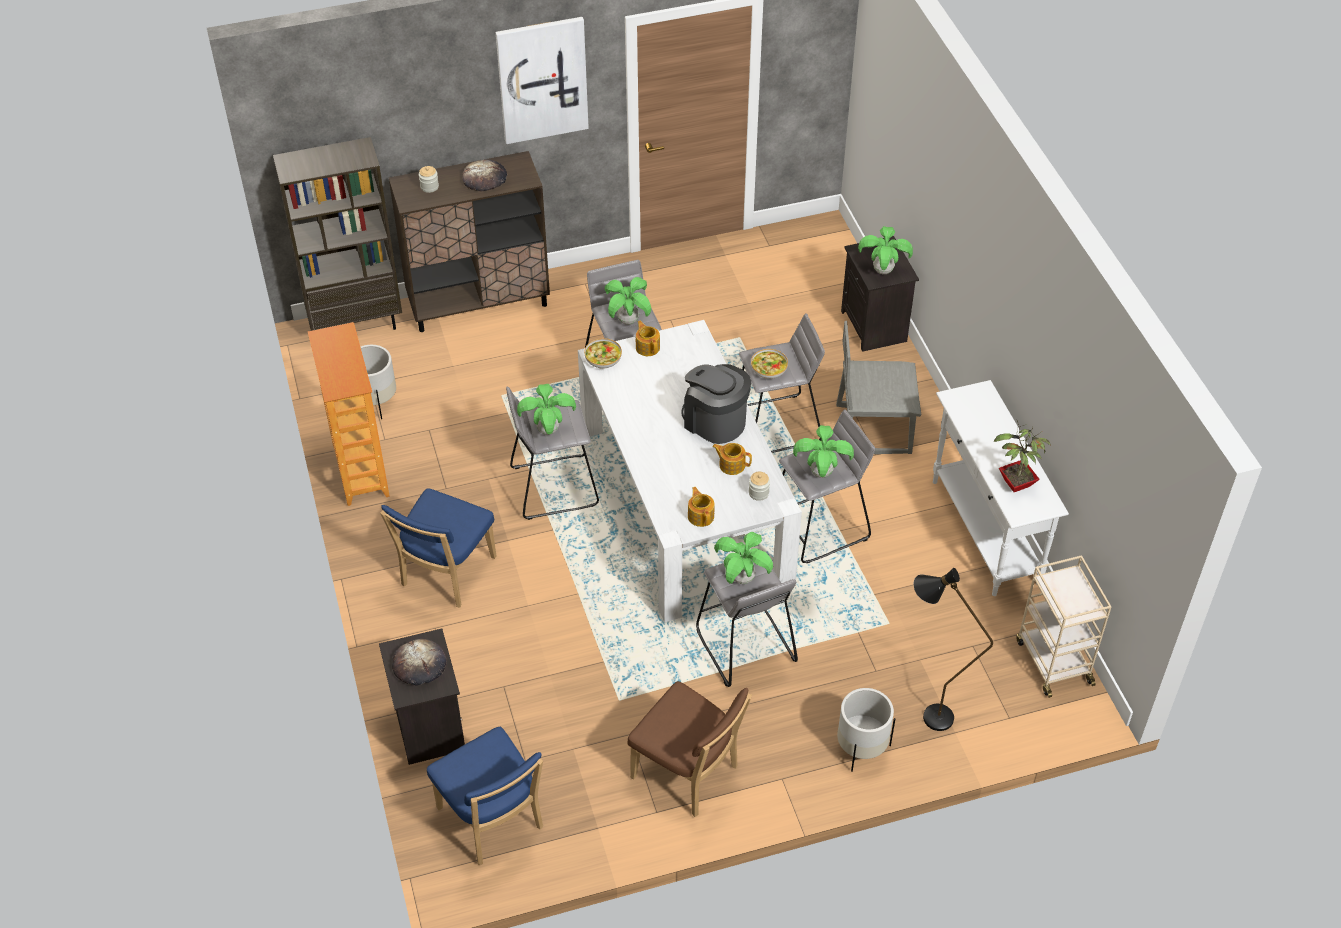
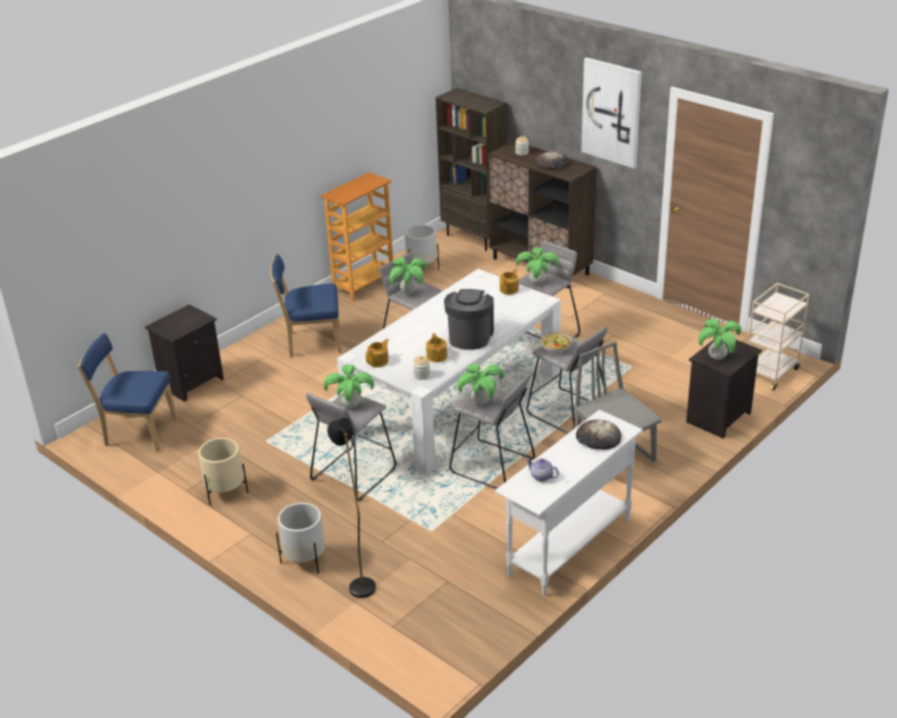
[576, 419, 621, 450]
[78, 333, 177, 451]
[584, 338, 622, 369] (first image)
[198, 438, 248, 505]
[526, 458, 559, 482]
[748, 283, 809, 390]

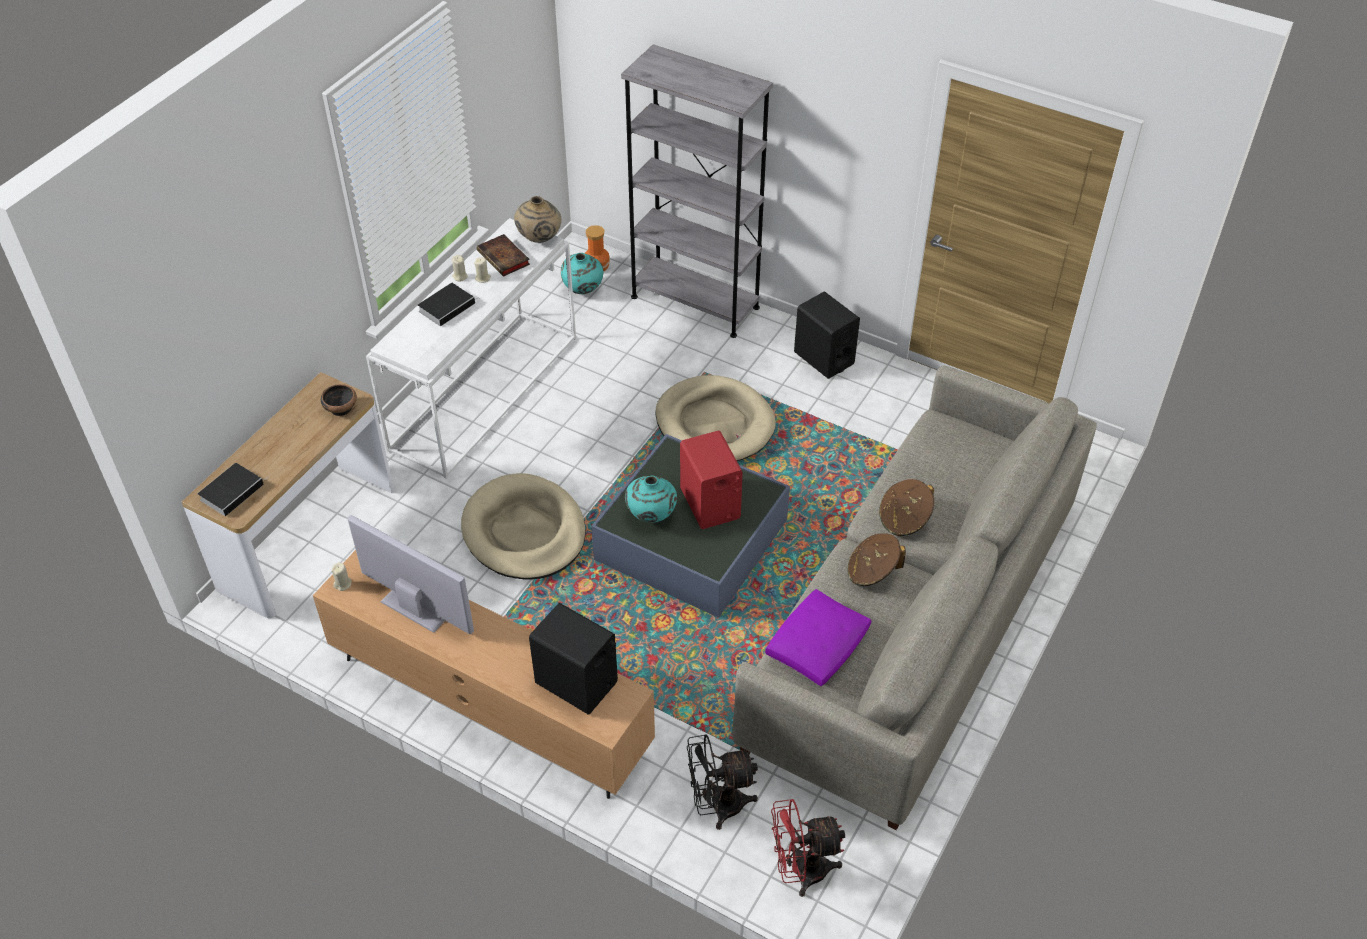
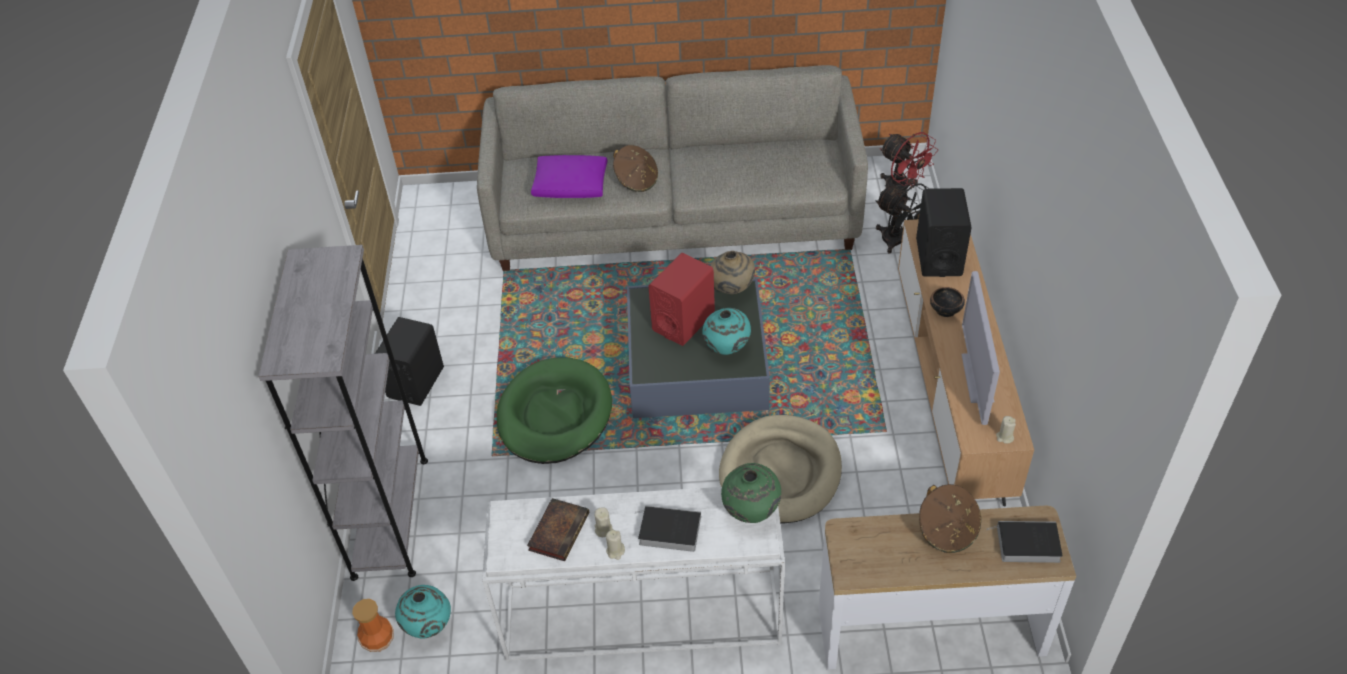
[930, 287, 965, 317]
[711, 251, 755, 294]
[496, 357, 612, 464]
[531, 155, 608, 198]
[919, 484, 981, 553]
[721, 463, 781, 523]

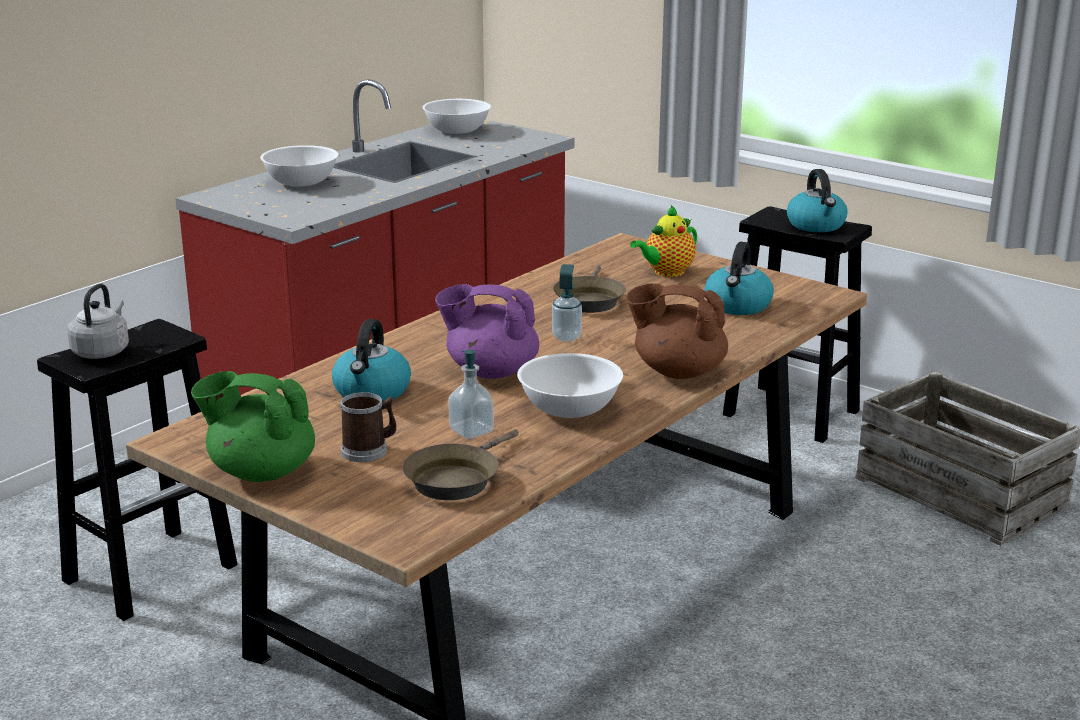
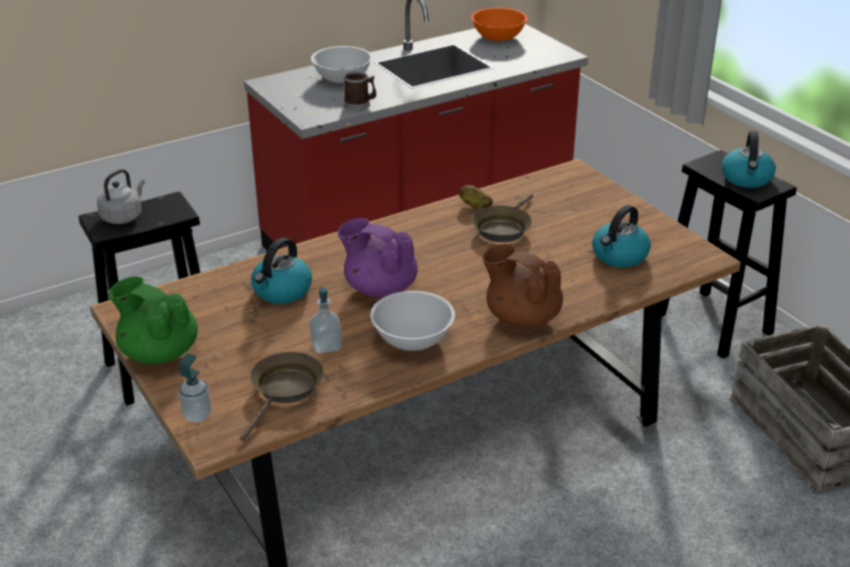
[344, 71, 376, 111]
[240, 352, 323, 441]
[471, 8, 528, 41]
[179, 353, 211, 422]
[630, 205, 697, 277] (first image)
[459, 185, 493, 209]

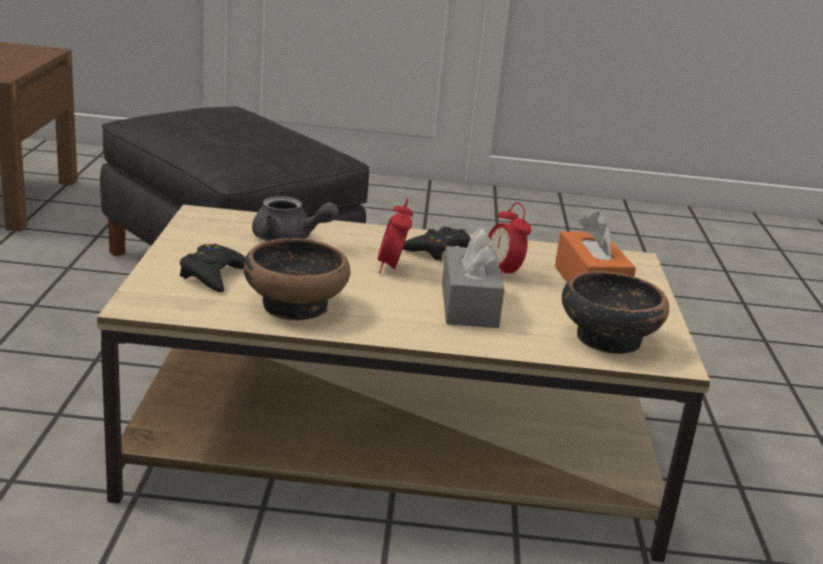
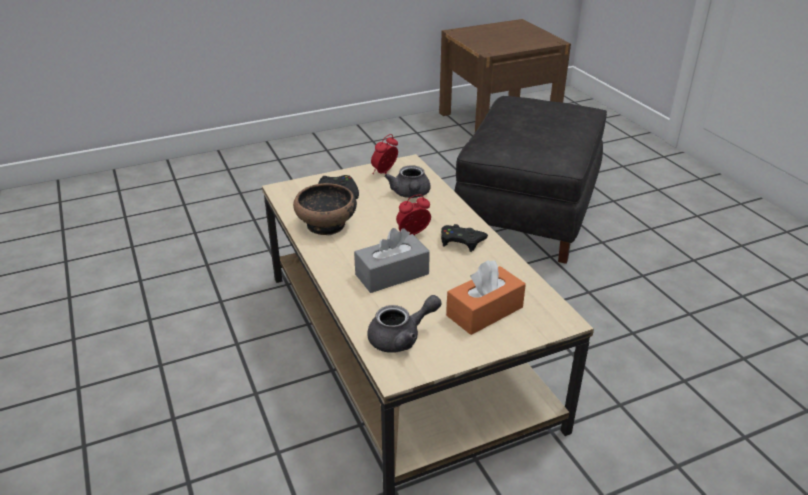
[371, 134, 398, 174]
[367, 295, 441, 353]

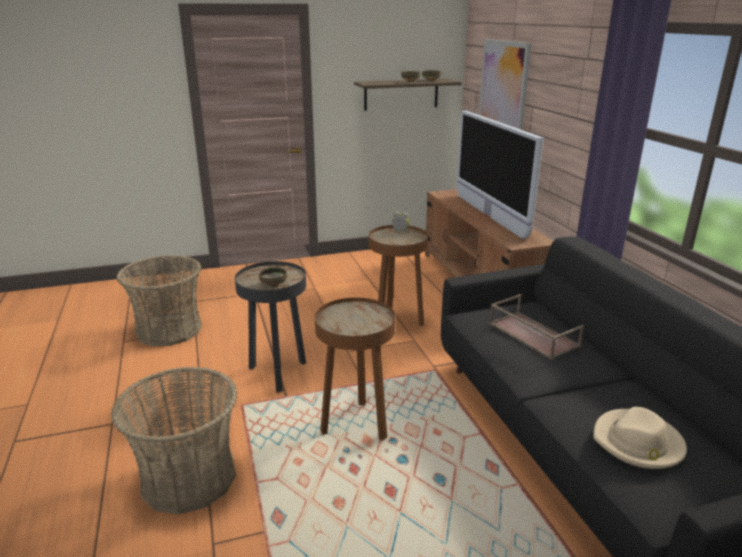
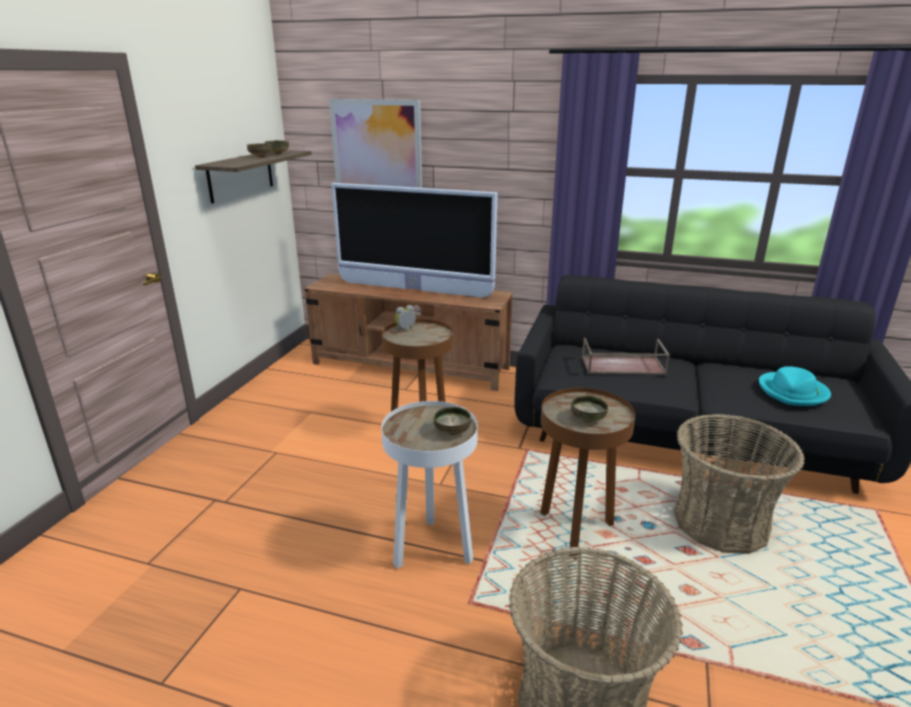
[673, 414, 805, 554]
[381, 401, 478, 569]
[759, 366, 831, 406]
[571, 395, 608, 423]

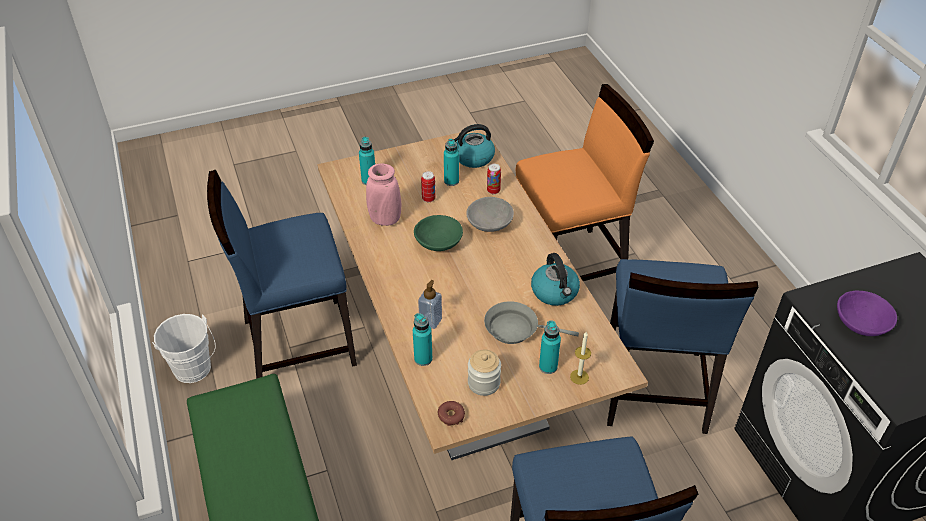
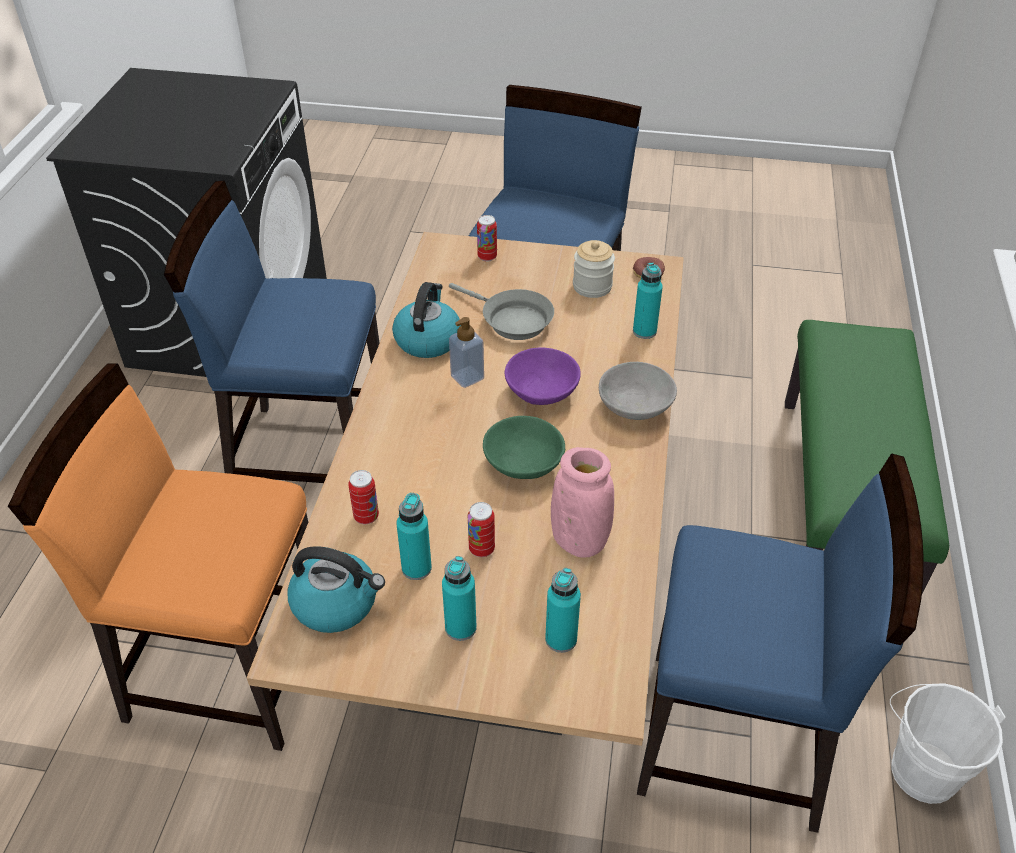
[449, 317, 484, 388]
[599, 362, 677, 420]
[442, 556, 477, 641]
[477, 215, 497, 262]
[164, 181, 379, 483]
[505, 348, 581, 405]

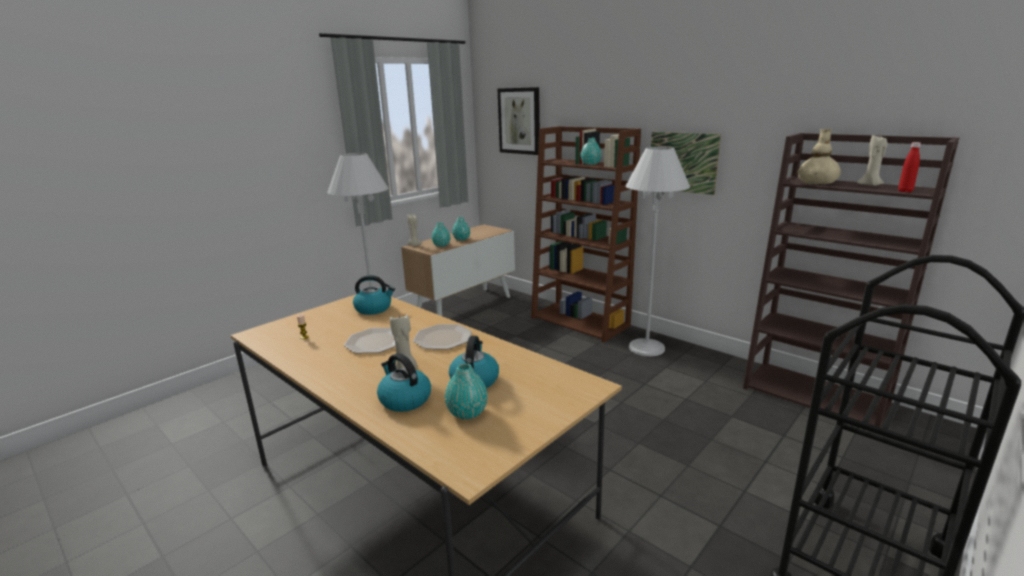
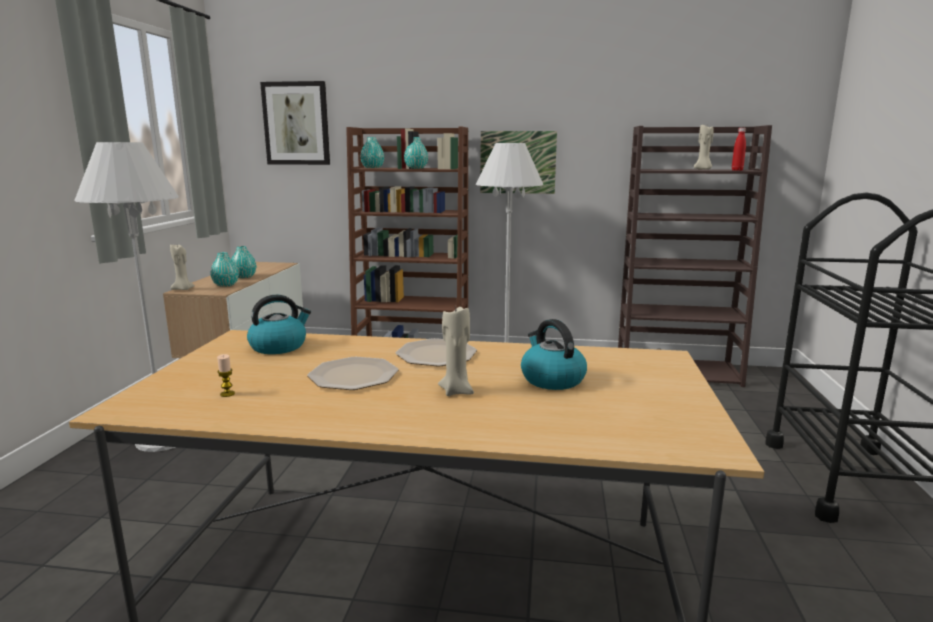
[377, 353, 431, 412] (first image)
[360, 137, 384, 168]
[797, 129, 841, 185] (first image)

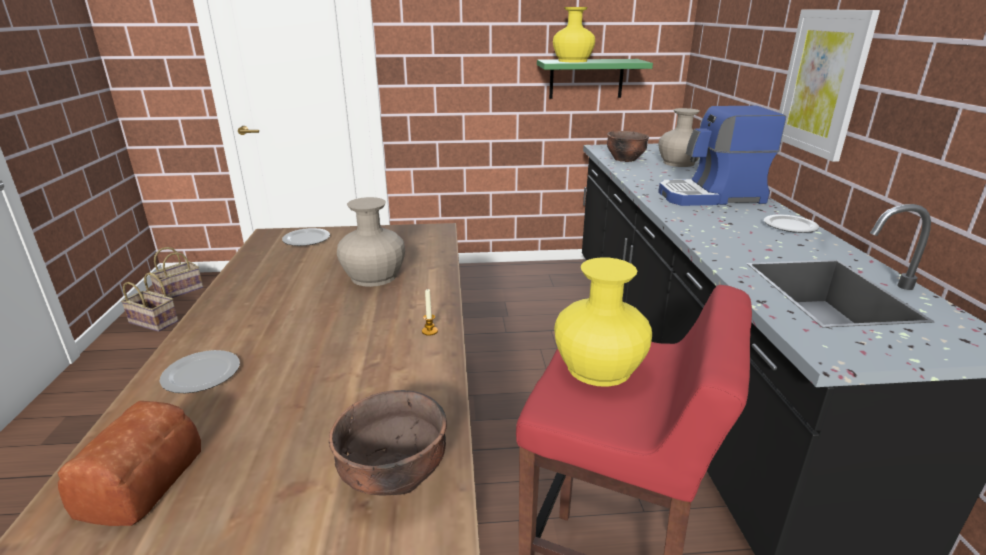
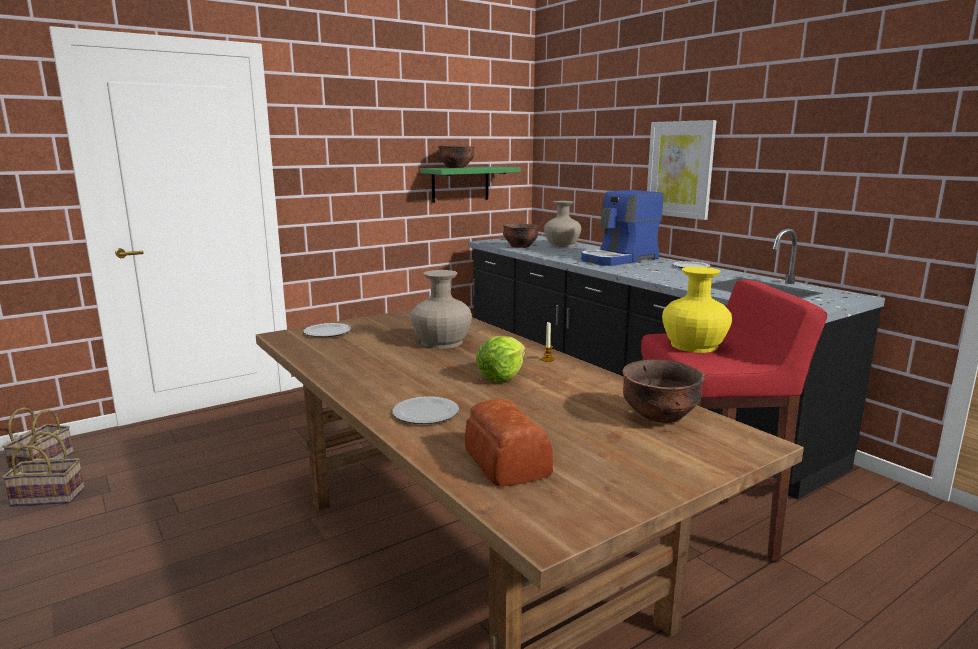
[438, 145, 474, 168]
[476, 336, 525, 382]

